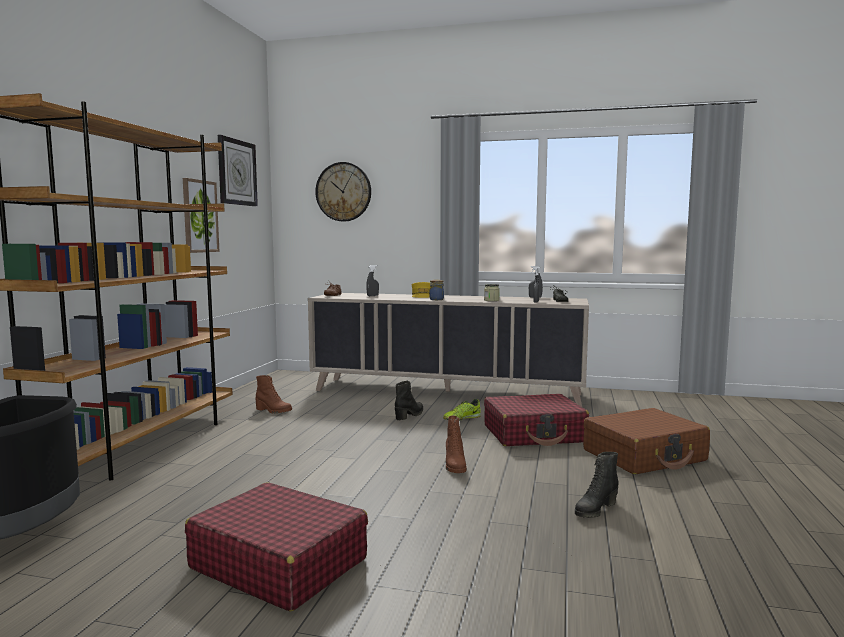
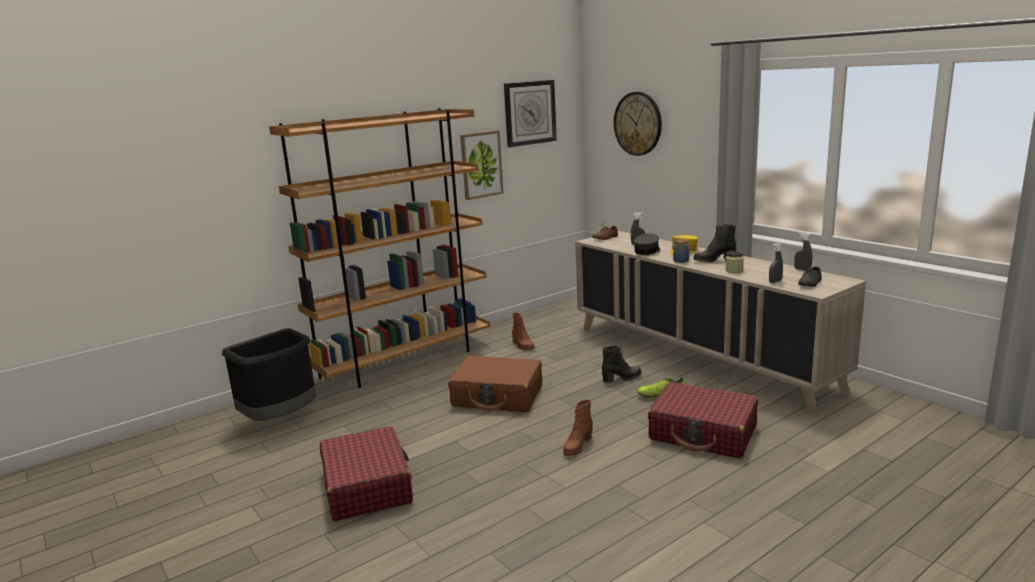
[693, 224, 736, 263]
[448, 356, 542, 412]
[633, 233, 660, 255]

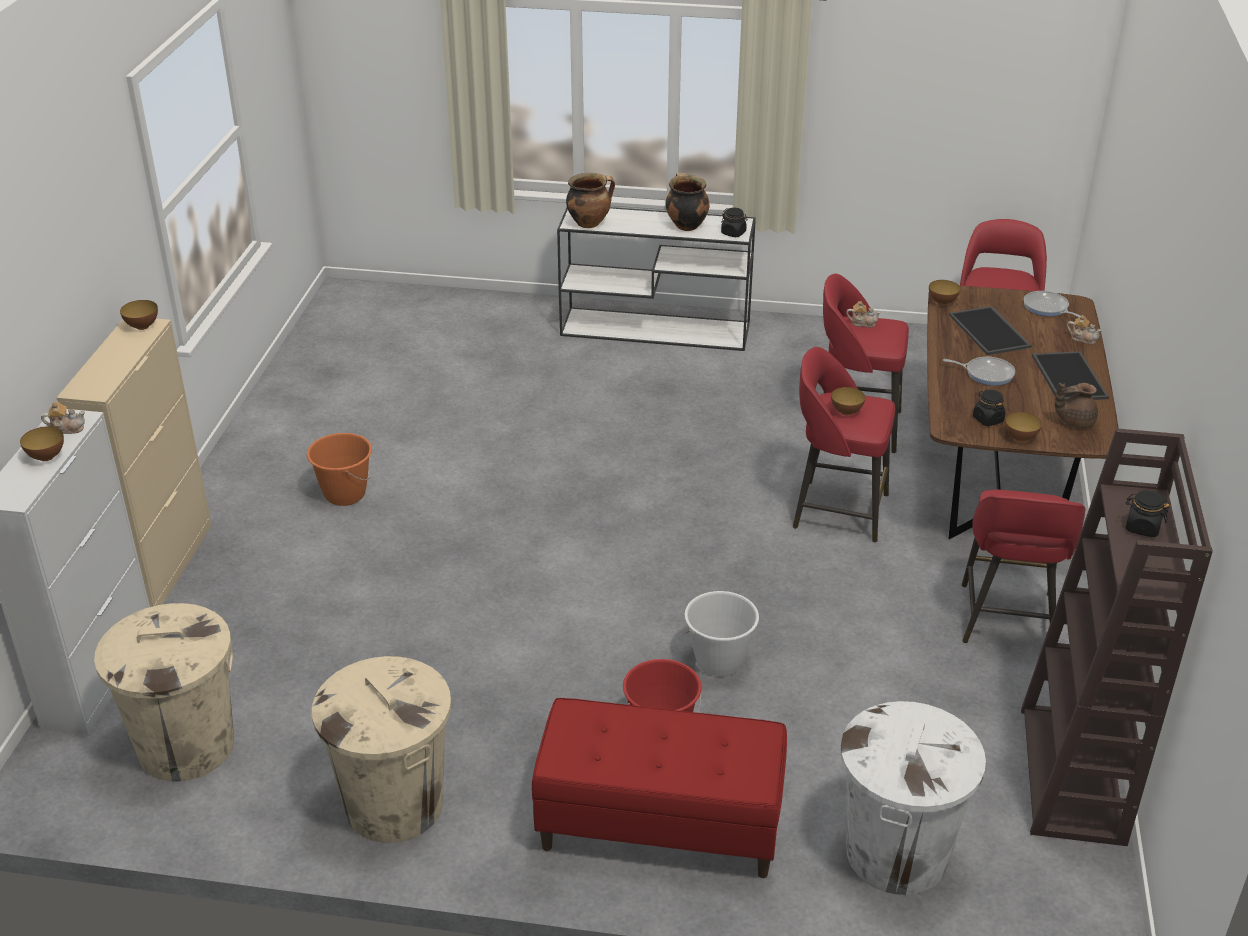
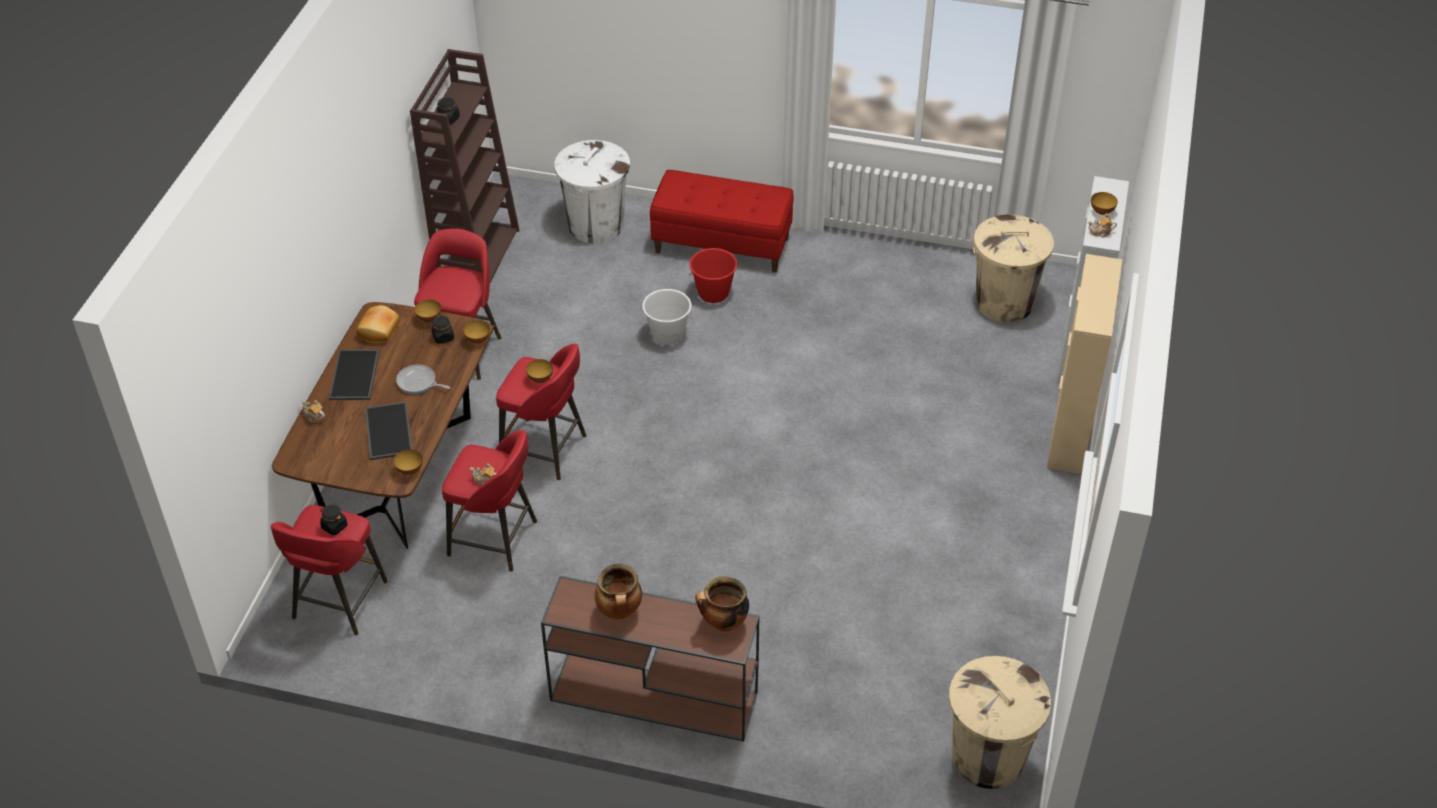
[463, 320, 490, 344]
[307, 433, 372, 506] (first image)
[949, 656, 1051, 789]
[541, 576, 760, 741]
[320, 505, 347, 535]
[1024, 291, 1081, 317] (first image)
[356, 305, 399, 344]

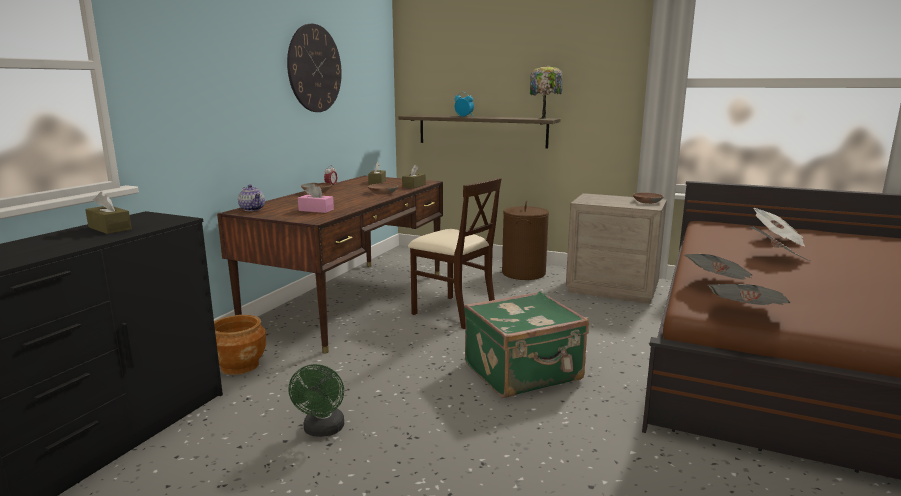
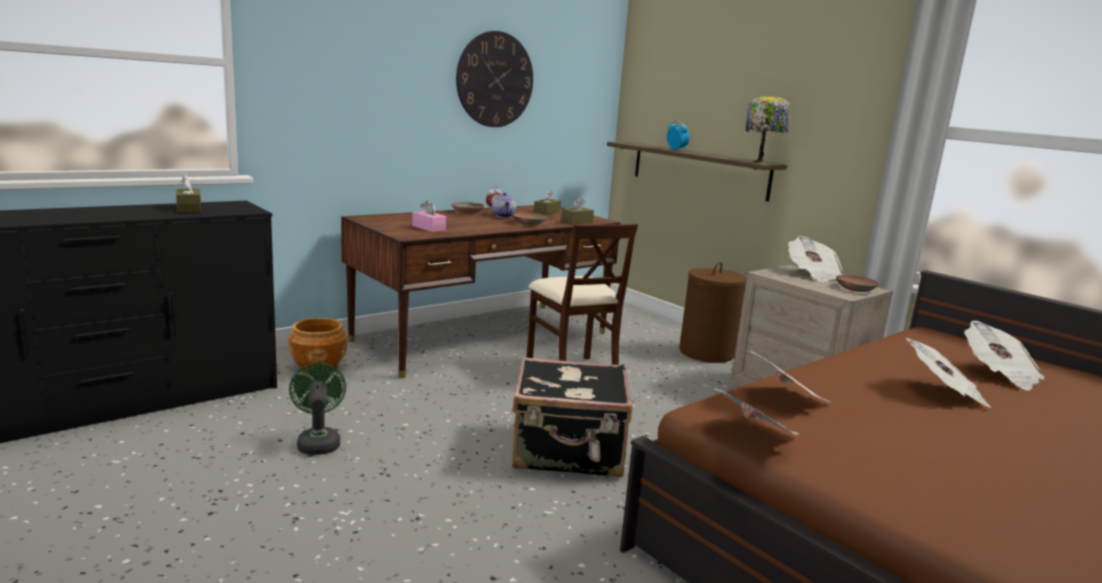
[492, 192, 516, 218]
[289, 363, 346, 455]
[512, 357, 632, 477]
[788, 236, 843, 282]

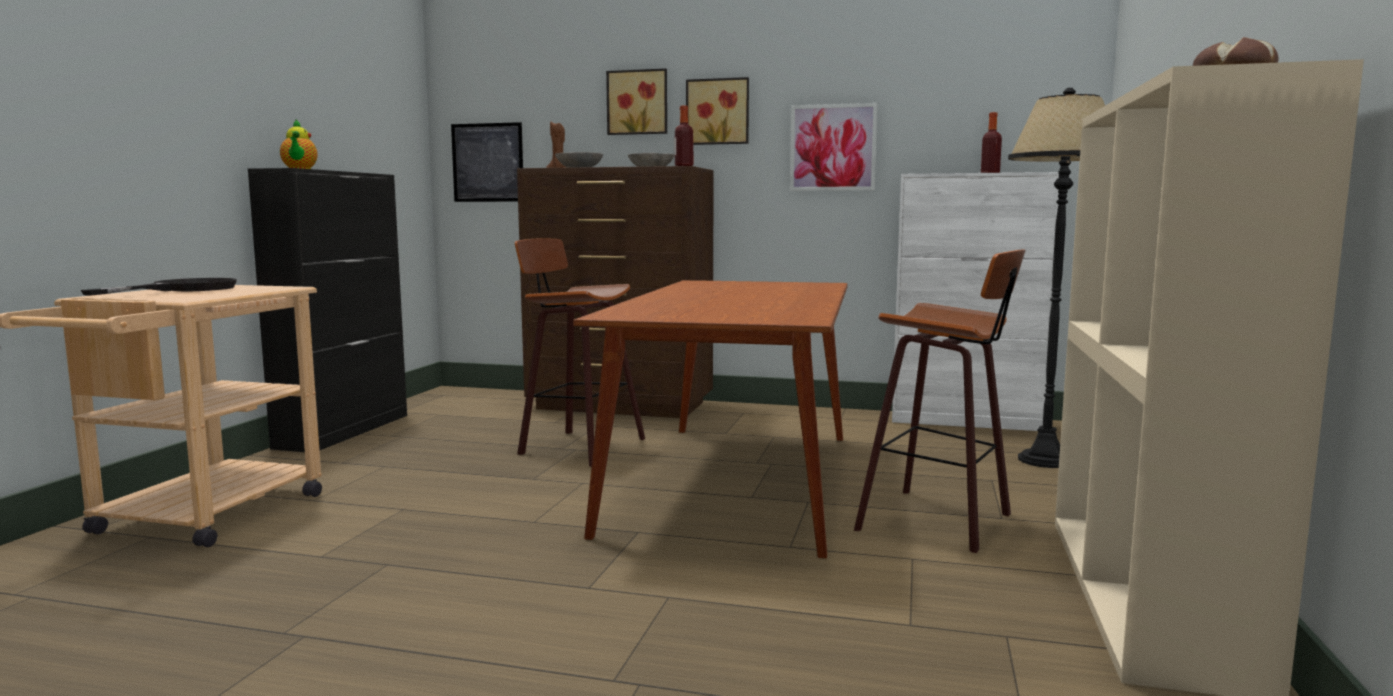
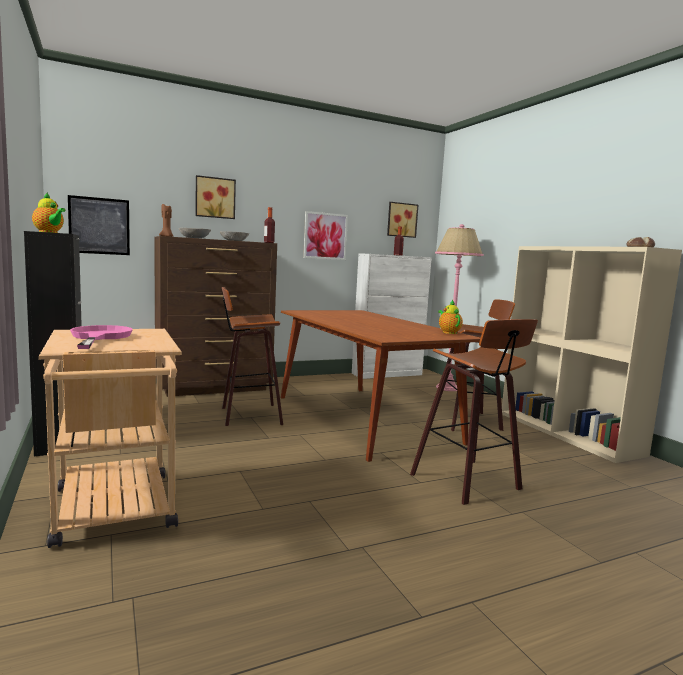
[70, 325, 133, 349]
[387, 202, 418, 238]
[435, 224, 484, 391]
[410, 319, 538, 505]
[438, 300, 463, 334]

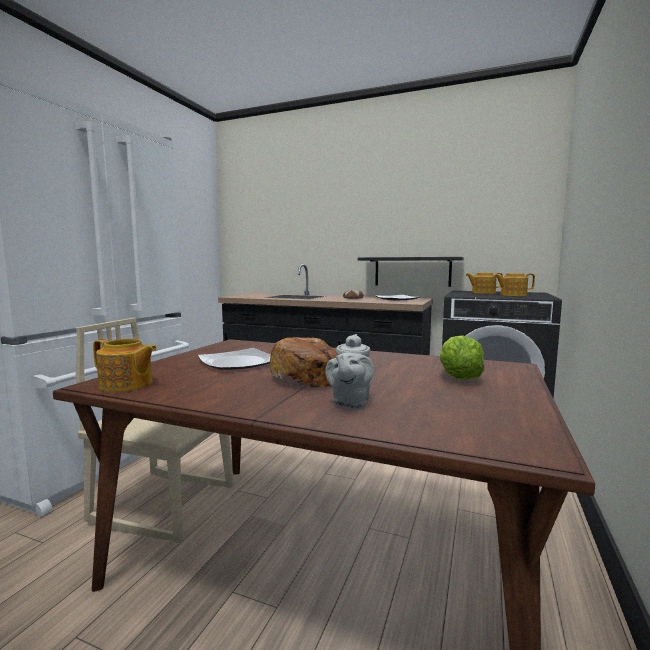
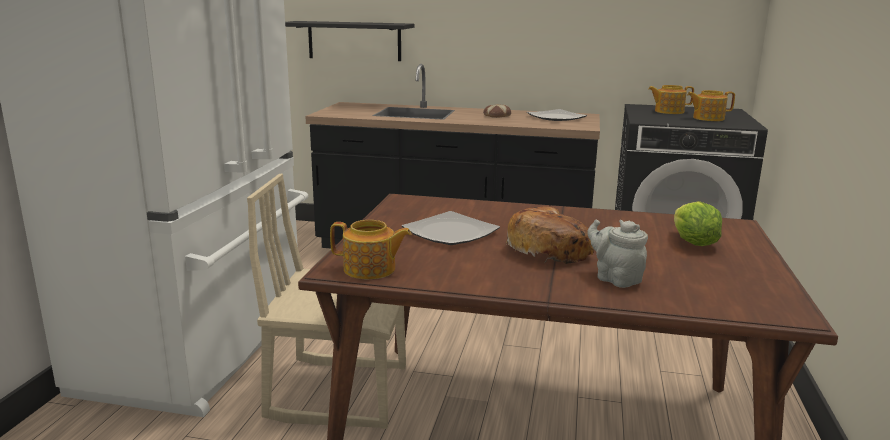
[587, 220, 648, 288]
[285, 21, 414, 61]

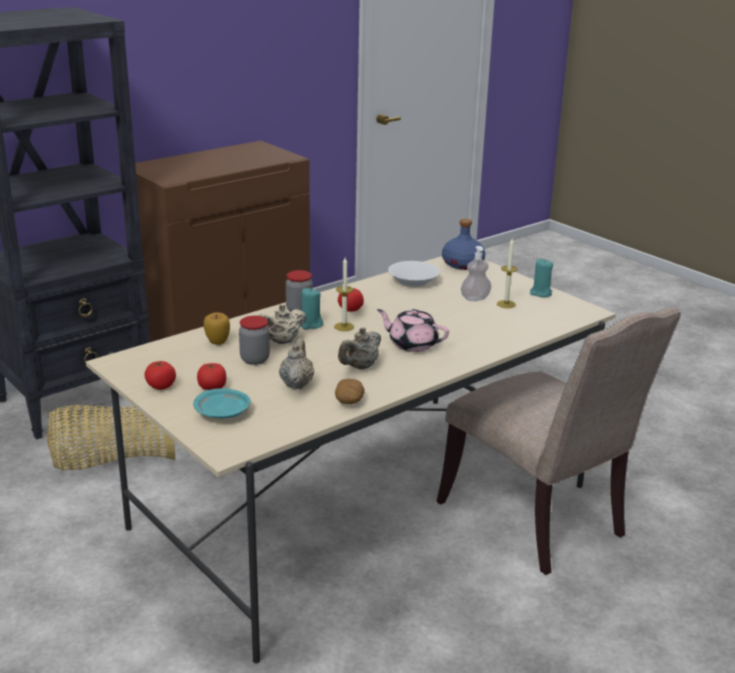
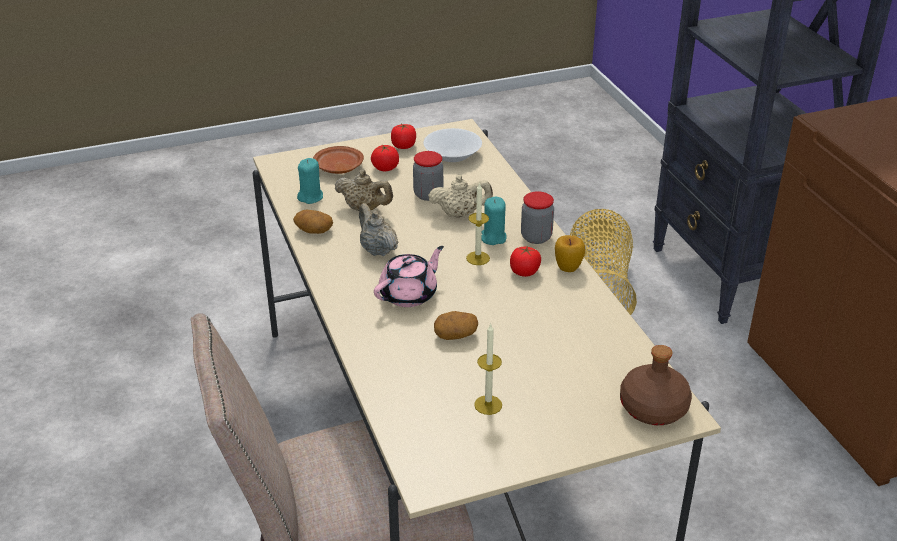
[313, 146, 364, 174]
[555, 235, 585, 272]
[428, 175, 493, 217]
[423, 128, 482, 162]
[620, 345, 692, 425]
[461, 246, 491, 301] (first image)
[297, 158, 323, 204]
[434, 311, 478, 340]

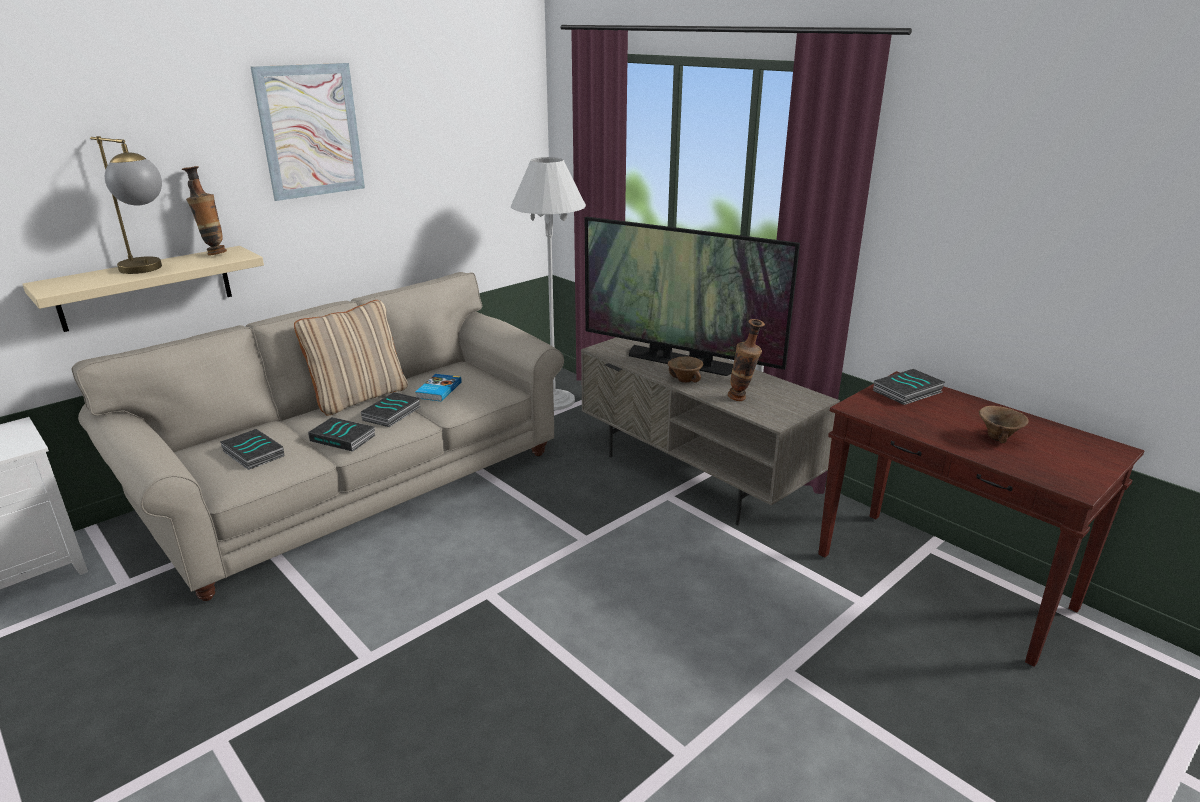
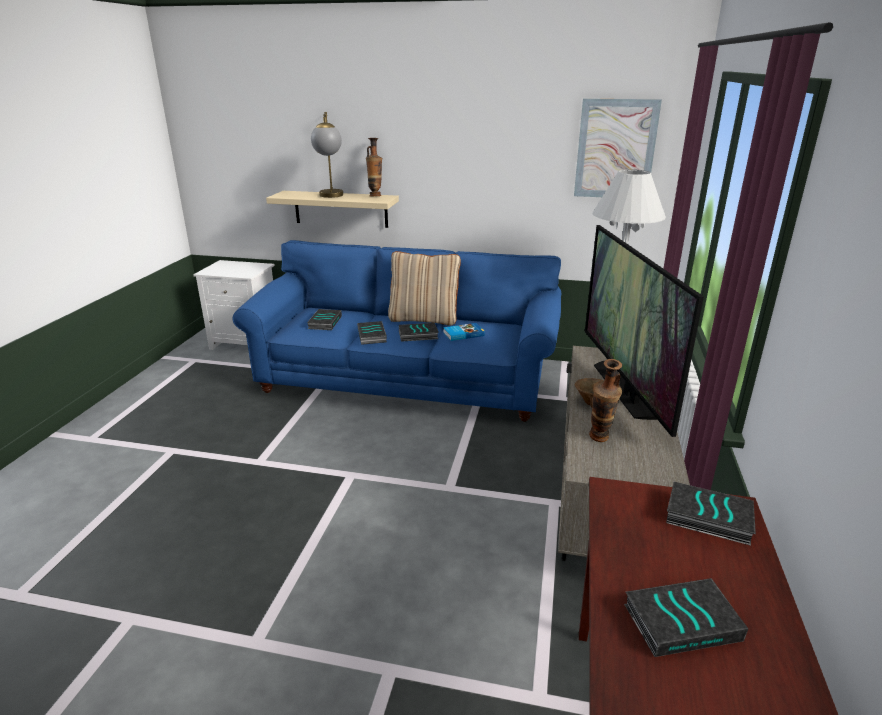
[233, 240, 561, 422]
[574, 99, 662, 197]
[624, 578, 748, 657]

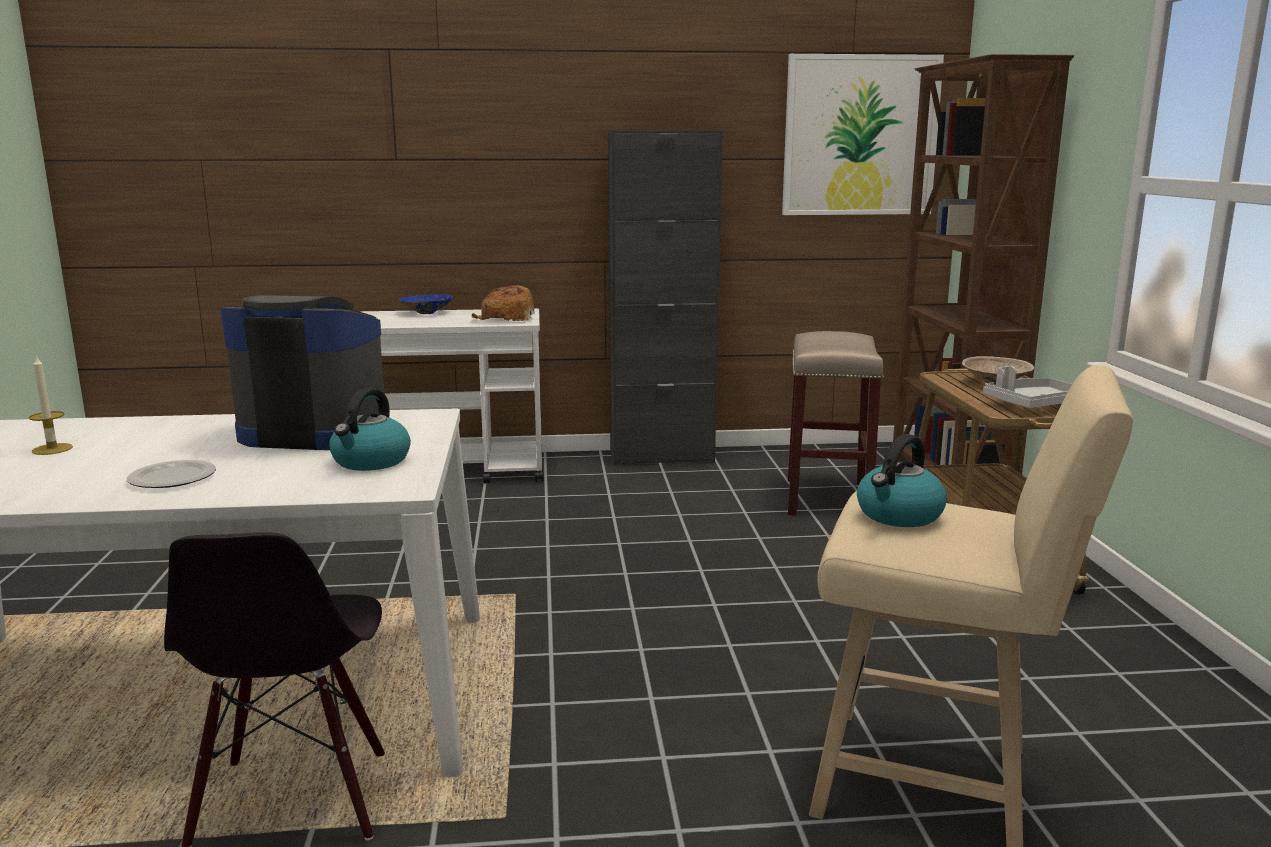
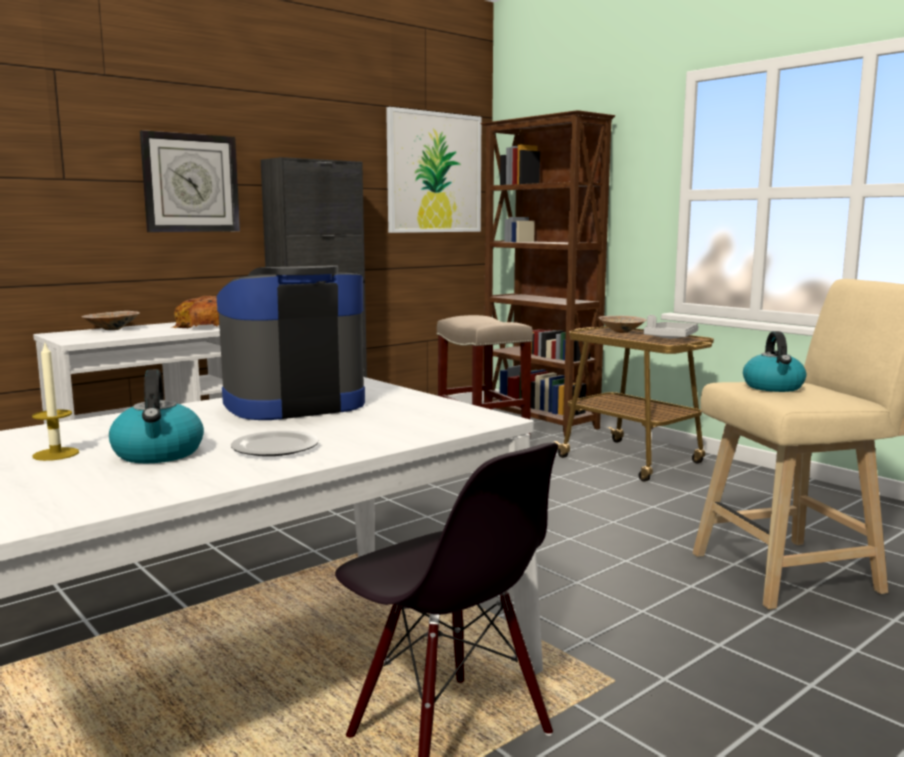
[109, 369, 204, 463]
[81, 311, 140, 330]
[140, 130, 240, 232]

